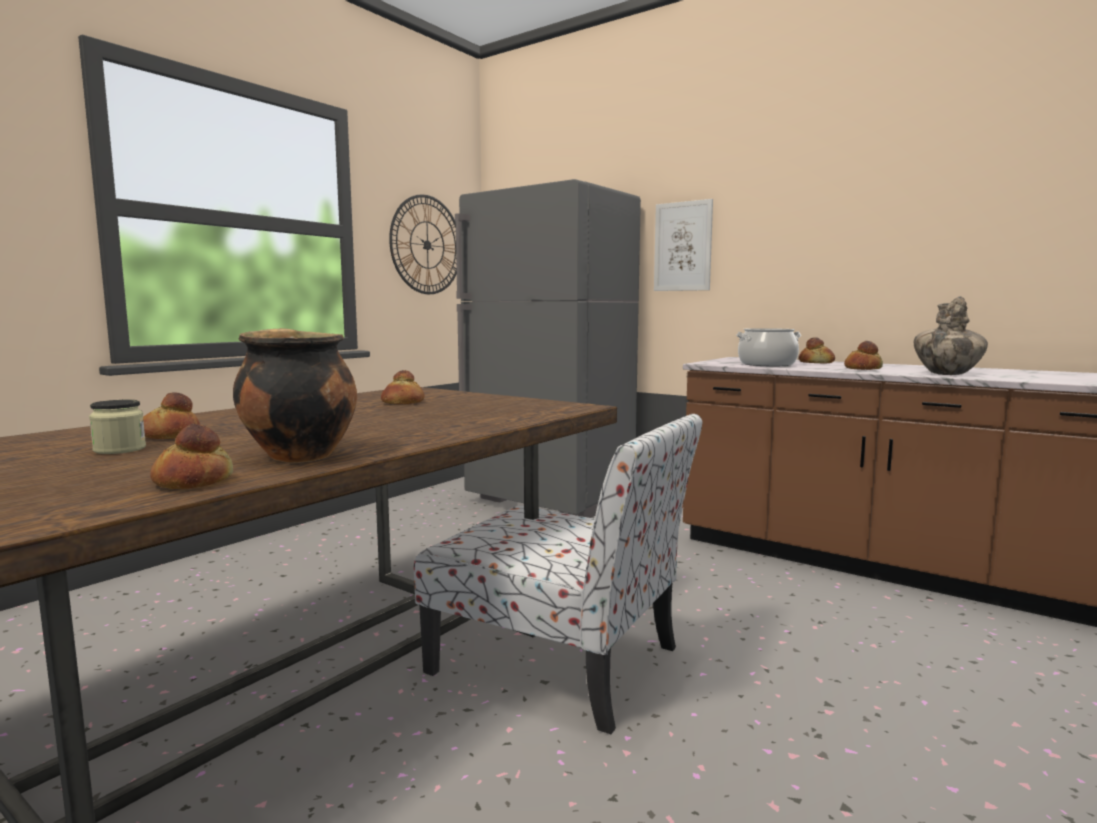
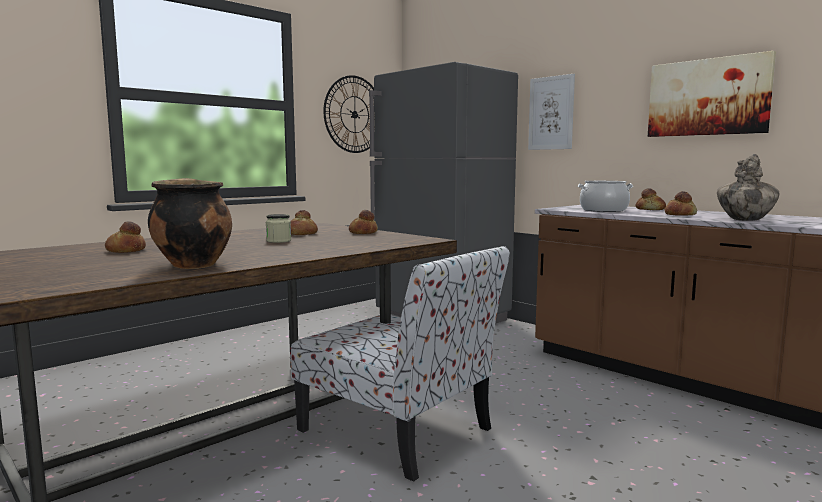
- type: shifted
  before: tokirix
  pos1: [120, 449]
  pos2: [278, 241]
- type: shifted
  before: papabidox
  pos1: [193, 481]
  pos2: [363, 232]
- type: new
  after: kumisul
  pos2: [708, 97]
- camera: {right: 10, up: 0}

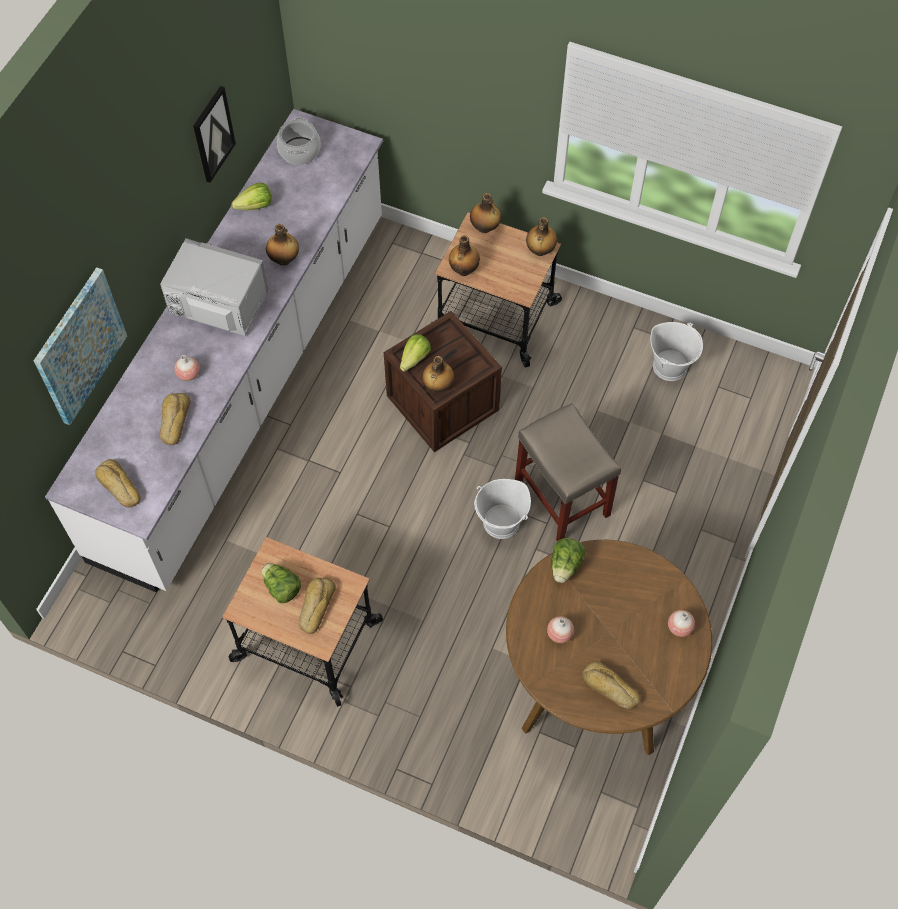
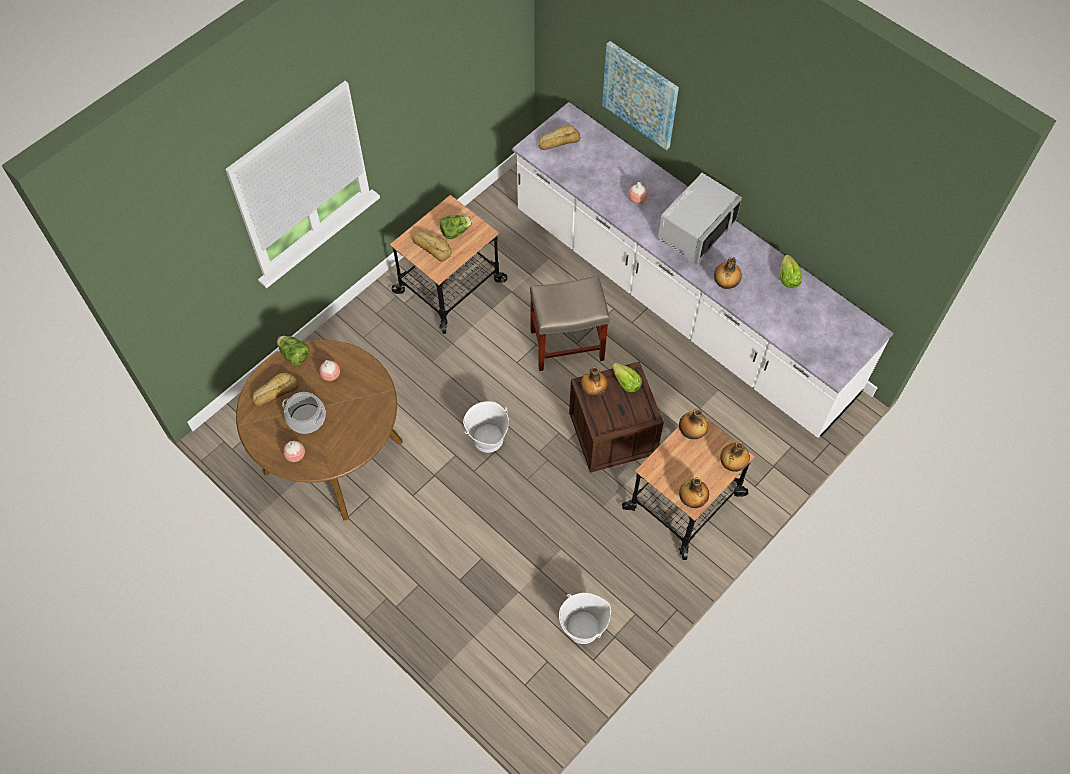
- type: gone
  before: kumisul
  pos1: [212, 134]
- type: shifted
  before: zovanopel
  pos1: [299, 151]
  pos2: [307, 418]
- type: gone
  before: papabidox
  pos1: [174, 421]
- type: shifted
  before: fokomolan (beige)
  pos1: [561, 497]
  pos2: [568, 344]
- type: shifted
  before: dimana
  pos1: [565, 566]
  pos2: [294, 355]
- camera: {right: 110, up: 0}

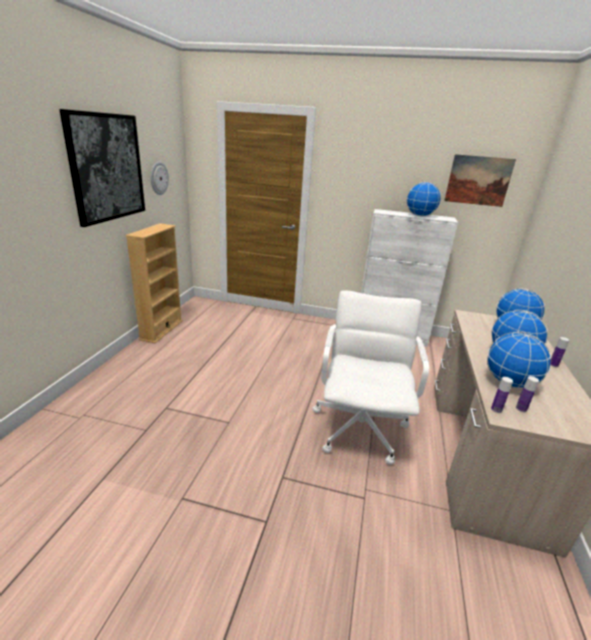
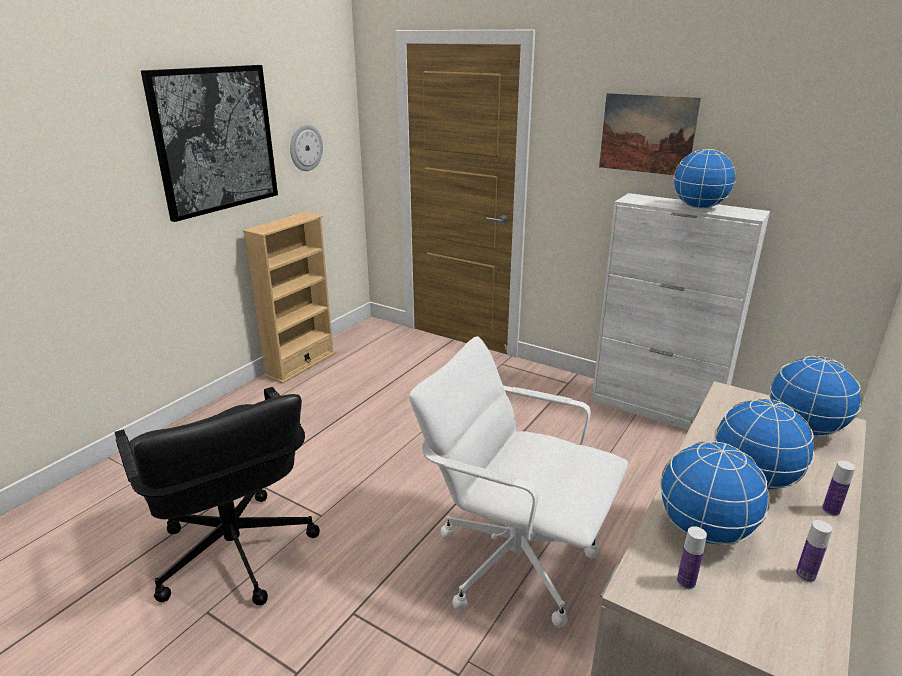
- type: shifted
  before: kumisul
  pos1: [478, 180]
  pos2: [647, 134]
- type: rotated
  before: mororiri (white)
  pos1: [360, 428]
  pos2: [514, 561]
  turn: -90
- type: shifted
  before: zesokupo
  pos1: [496, 409]
  pos2: [805, 575]
- type: new
  after: mororiri (black)
  pos2: [234, 554]
- camera: {right: 20, up: 0}

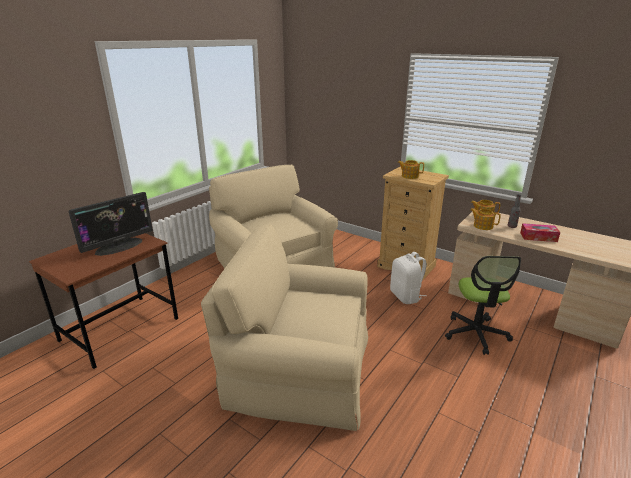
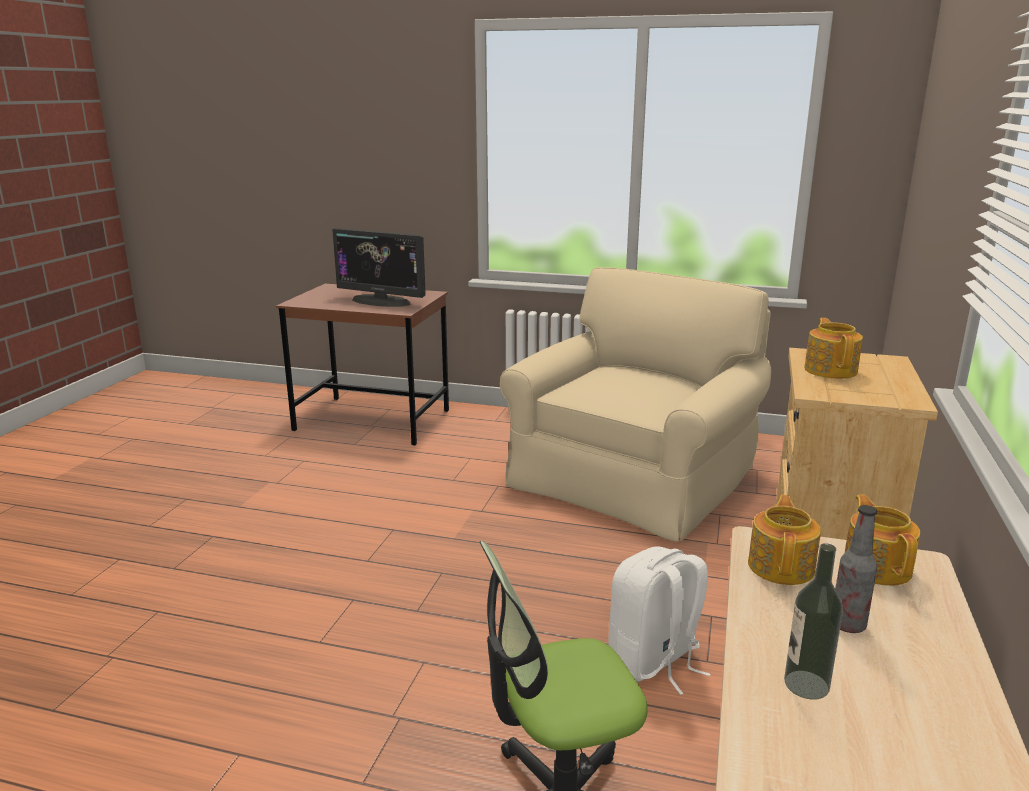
- type: swapped
  before: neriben
  after: zesokupo
  pos1: [538, 237]
  pos2: [806, 684]
- type: gone
  before: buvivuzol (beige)
  pos1: [298, 369]
- camera: {right: 70, up: -5}

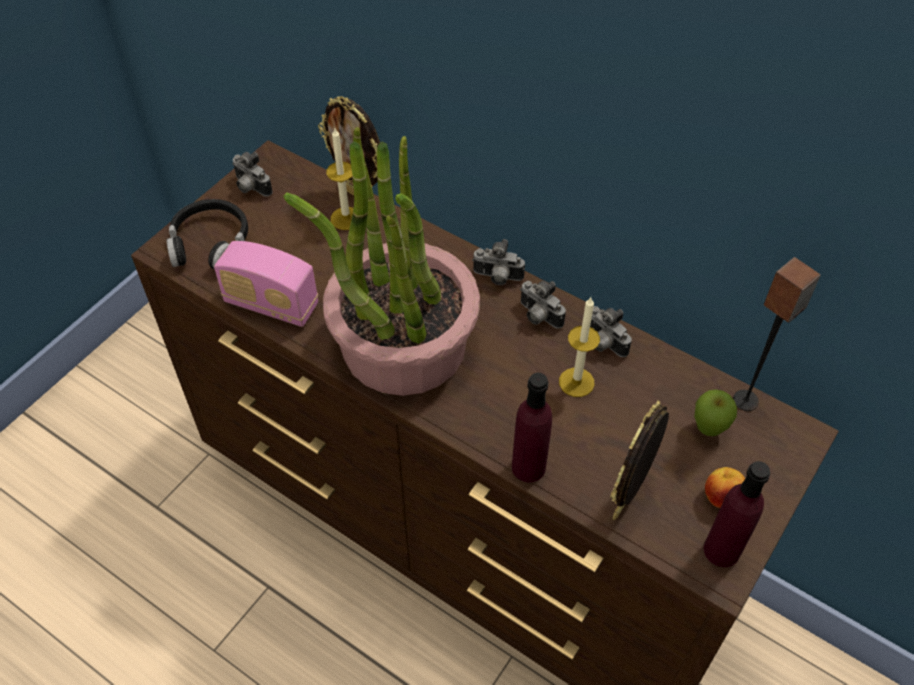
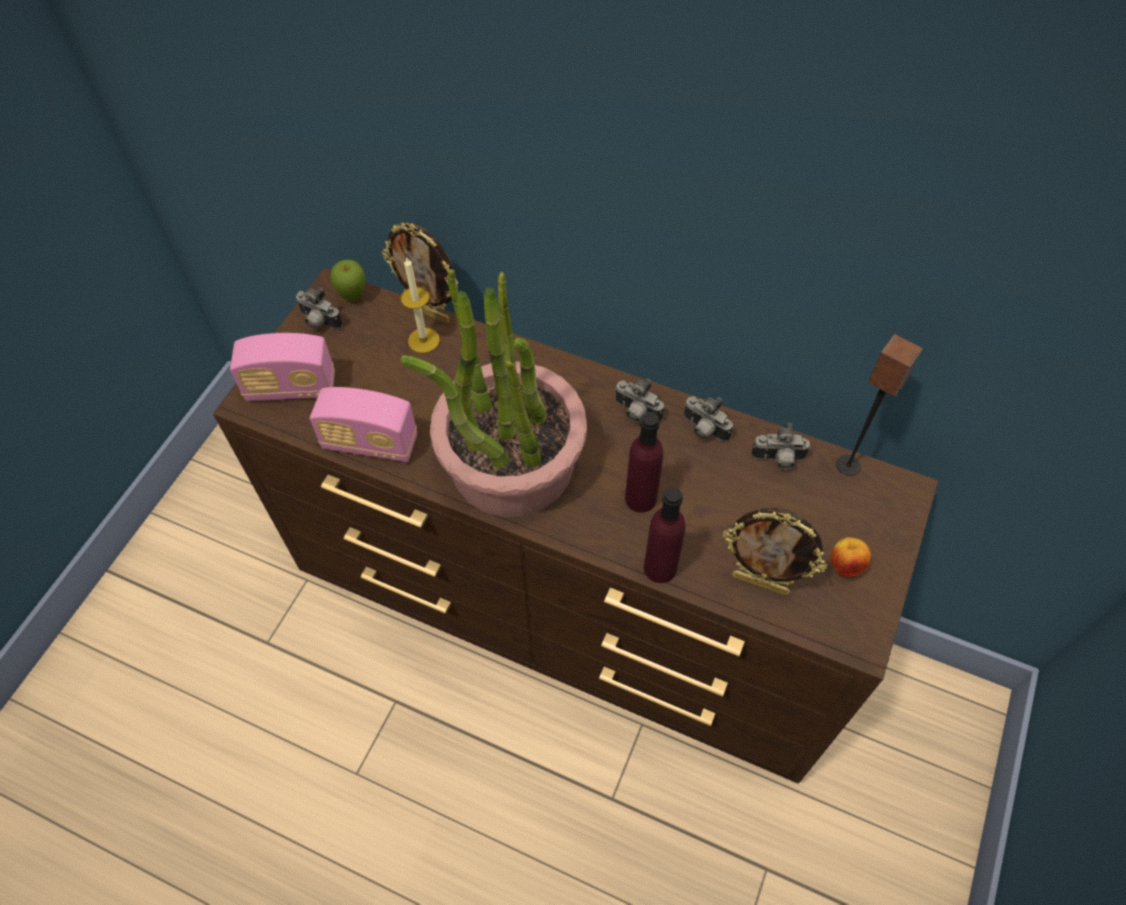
- type: swapped
  before: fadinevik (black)
  after: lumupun
  pos1: [210, 243]
  pos2: [291, 388]
- type: shifted
  before: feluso
  pos1: [497, 278]
  pos2: [778, 460]
- type: gone
  before: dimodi
  pos1: [576, 382]
- type: shifted
  before: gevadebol
  pos1: [708, 430]
  pos2: [353, 297]
- type: rotated
  before: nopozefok
  pos1: [628, 499]
  pos2: [760, 583]
  turn: -90
- type: shifted
  before: zesokupo (purple)
  pos1: [721, 550]
  pos2: [641, 498]
- camera: {right: -10, up: 5}

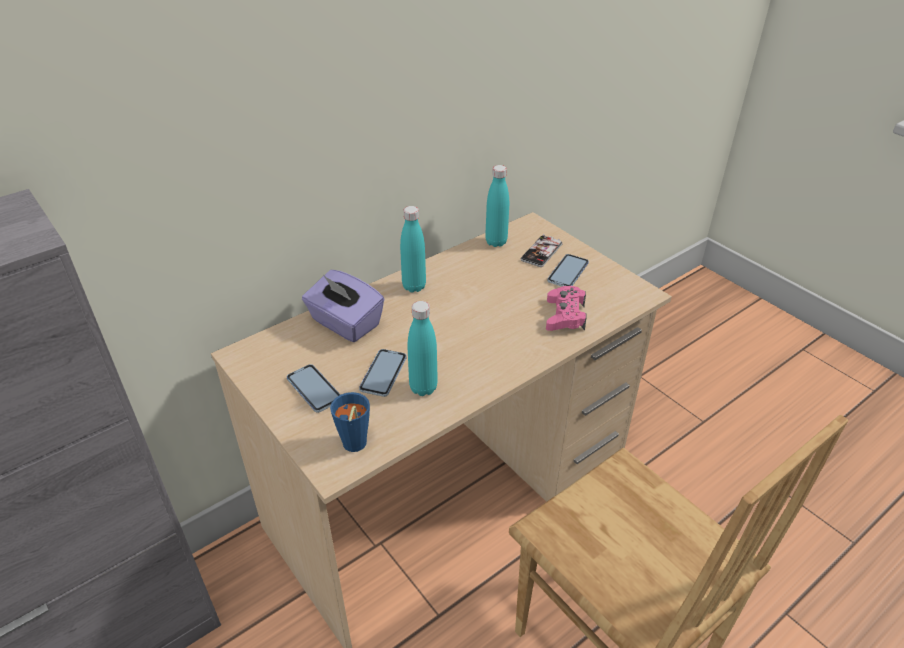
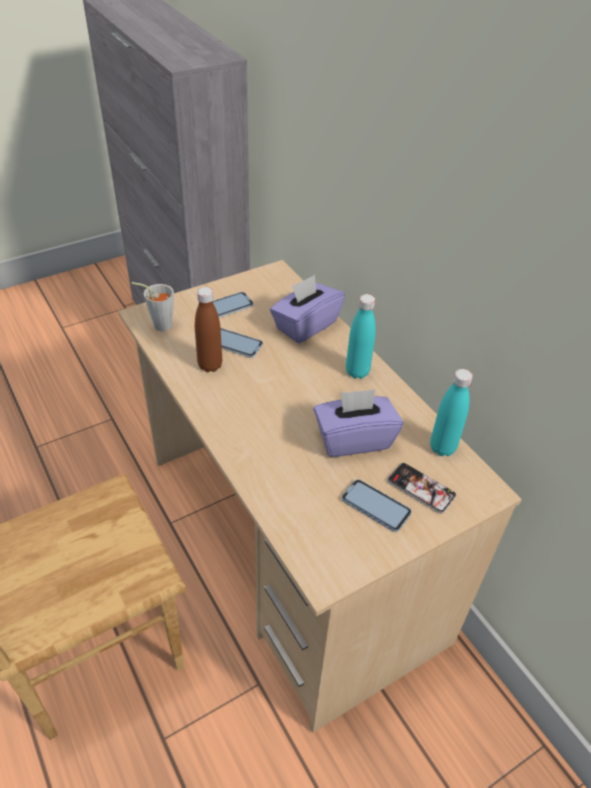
- type: gone
  before: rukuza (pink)
  pos1: [565, 315]
- type: repainted
  before: zesokupo (turquoise)
  after: zesokupo (brown)
  pos1: [423, 388]
  pos2: [210, 365]
- type: repainted
  before: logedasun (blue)
  after: logedasun (grey)
  pos1: [353, 447]
  pos2: [158, 324]
- type: new
  after: neriben (purple)
  pos2: [353, 439]
- camera: {right: 95, up: 5}

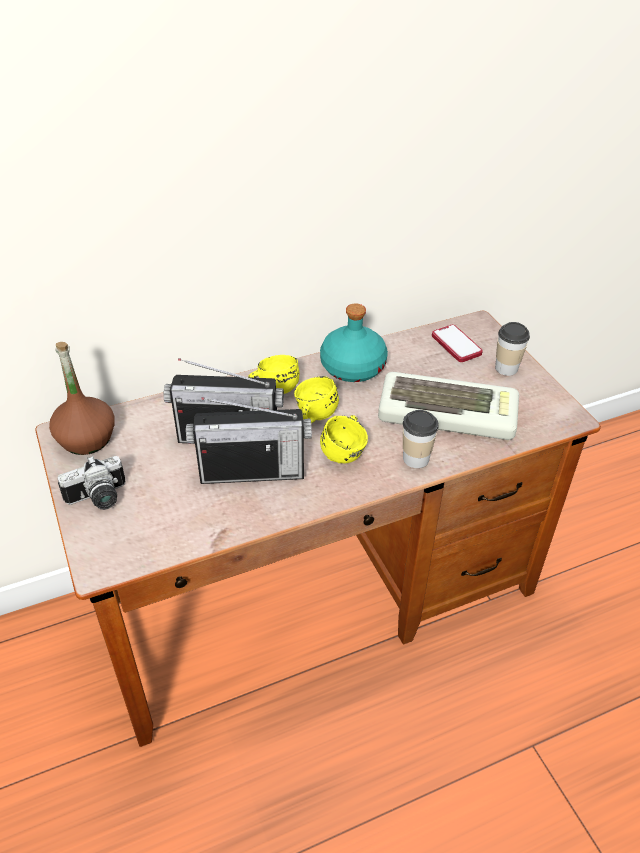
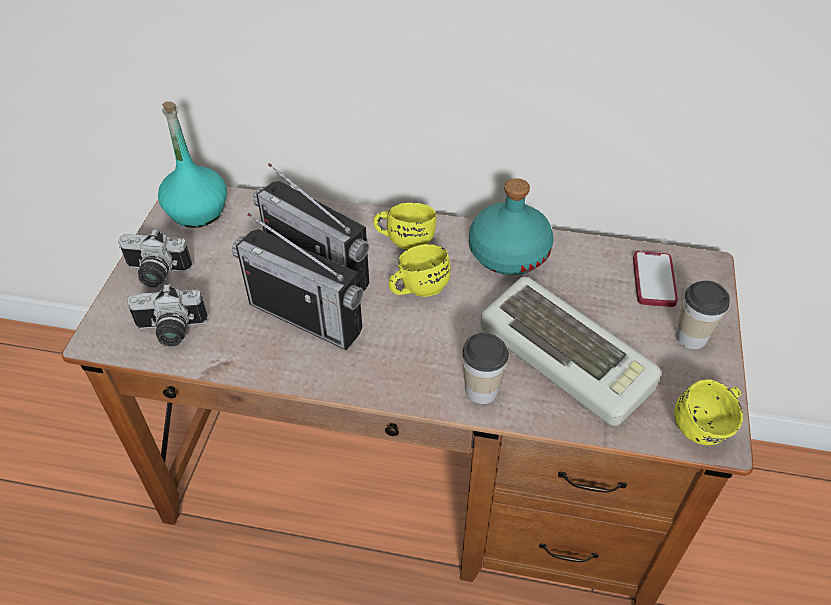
- type: repainted
  before: zesokupo (brown)
  after: zesokupo (turquoise)
  pos1: [86, 439]
  pos2: [198, 211]
- type: shifted
  before: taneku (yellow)
  pos1: [346, 452]
  pos2: [706, 427]
- type: new
  after: feluso
  pos2: [170, 331]
- camera: {right: 35, up: 5}

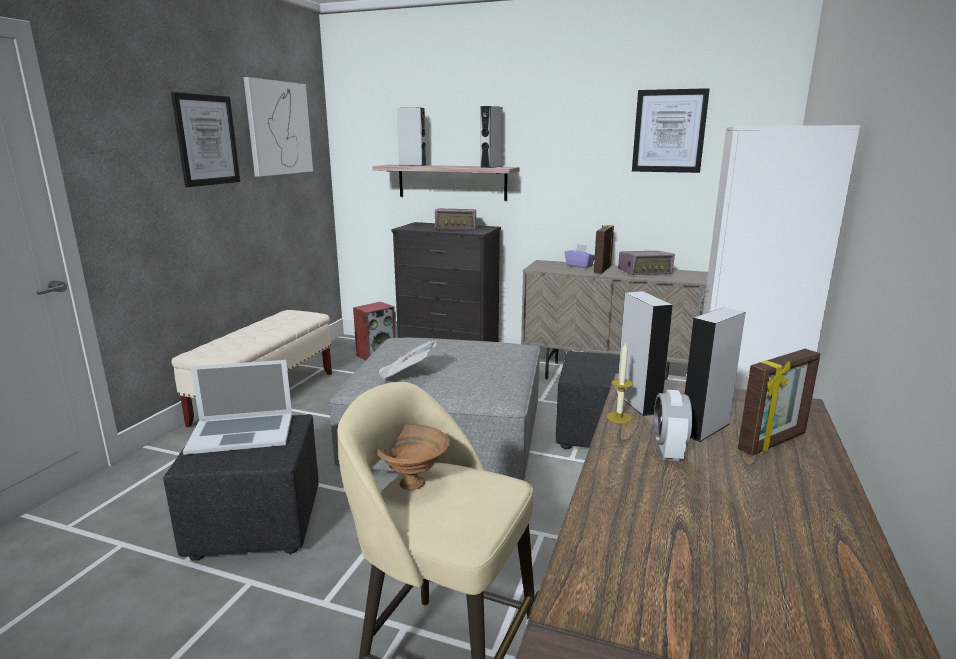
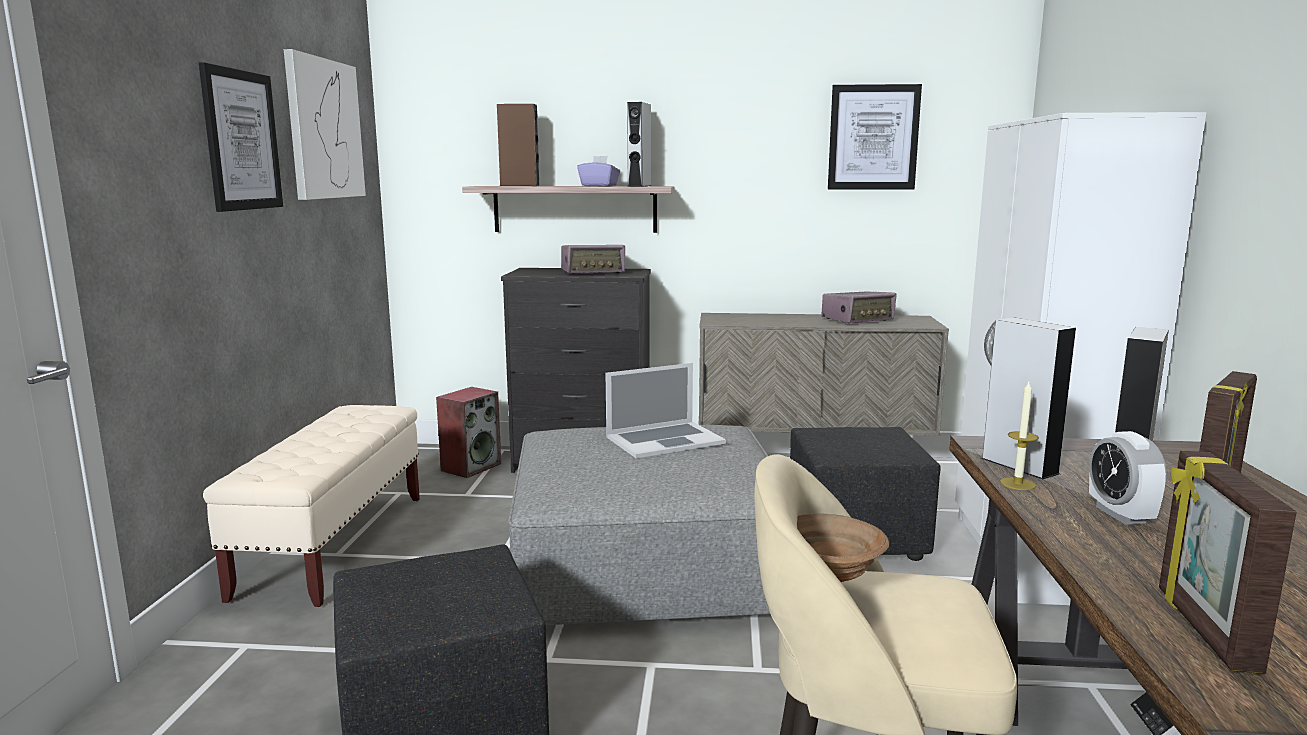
- type: repainted
  before: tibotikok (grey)
  after: tibotikok (brown)
  pos1: [412, 165]
  pos2: [519, 185]
- type: shifted
  before: nopozefok
  pos1: [601, 270]
  pos2: [1203, 629]
- type: shifted
  before: neriben (purple)
  pos1: [579, 266]
  pos2: [599, 186]
- type: gone
  before: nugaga
  pos1: [406, 375]
- type: shifted
  before: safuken
  pos1: [241, 432]
  pos2: [664, 440]
- camera: {right: -15, up: -5}

